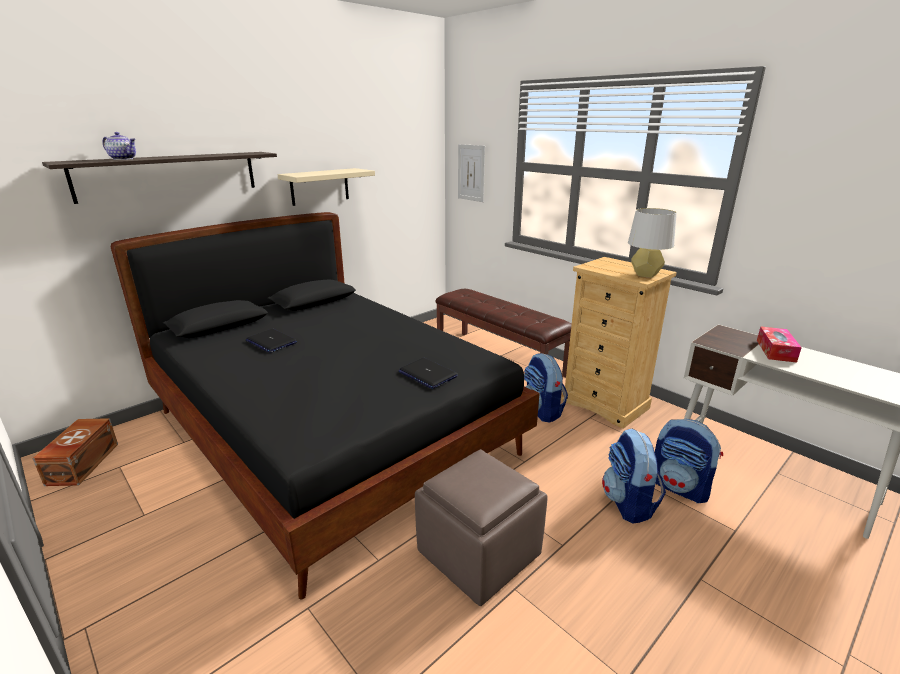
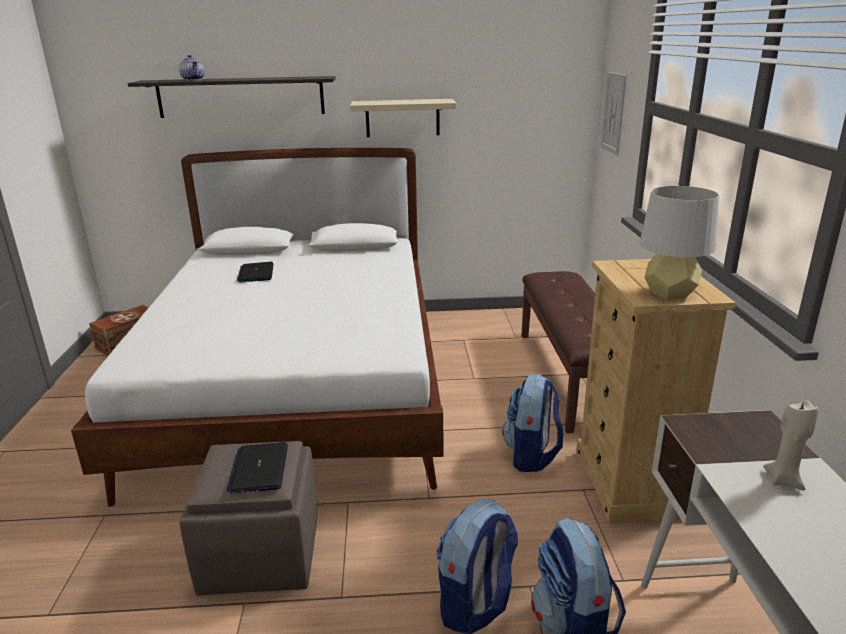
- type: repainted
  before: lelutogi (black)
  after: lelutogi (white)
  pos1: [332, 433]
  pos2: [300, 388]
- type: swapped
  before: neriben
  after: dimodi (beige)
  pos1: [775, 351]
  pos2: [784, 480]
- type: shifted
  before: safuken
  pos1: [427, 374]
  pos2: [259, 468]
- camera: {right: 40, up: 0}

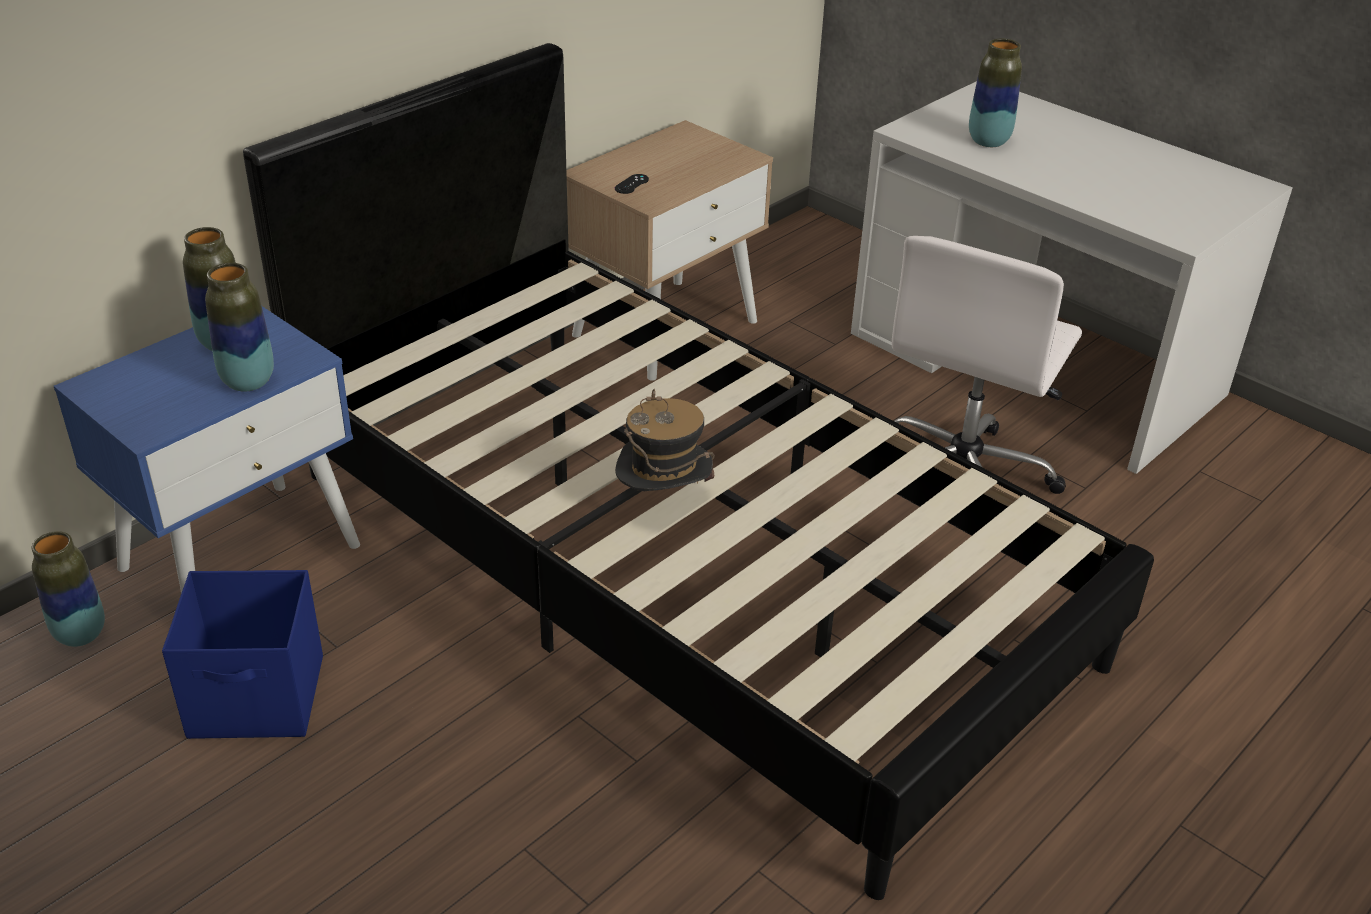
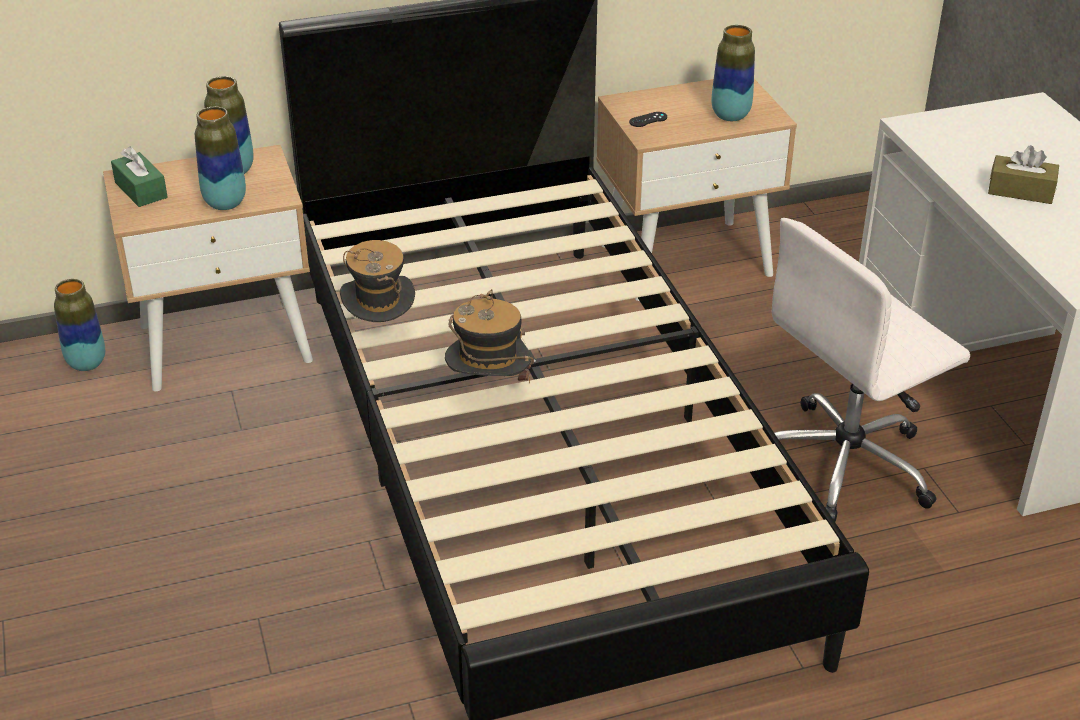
- type: shifted
  before: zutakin
  pos1: [988, 141]
  pos2: [730, 115]
- type: repainted
  before: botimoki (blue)
  after: botimoki (beige)
  pos1: [241, 555]
  pos2: [226, 342]
- type: gone
  before: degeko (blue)
  pos1: [259, 698]
- type: new
  after: neriben (brown)
  pos2: [1020, 191]
- type: new
  after: neriben (green)
  pos2: [141, 190]
- type: new
  after: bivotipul
  pos2: [380, 330]
- camera: {right: 30, up: 0}

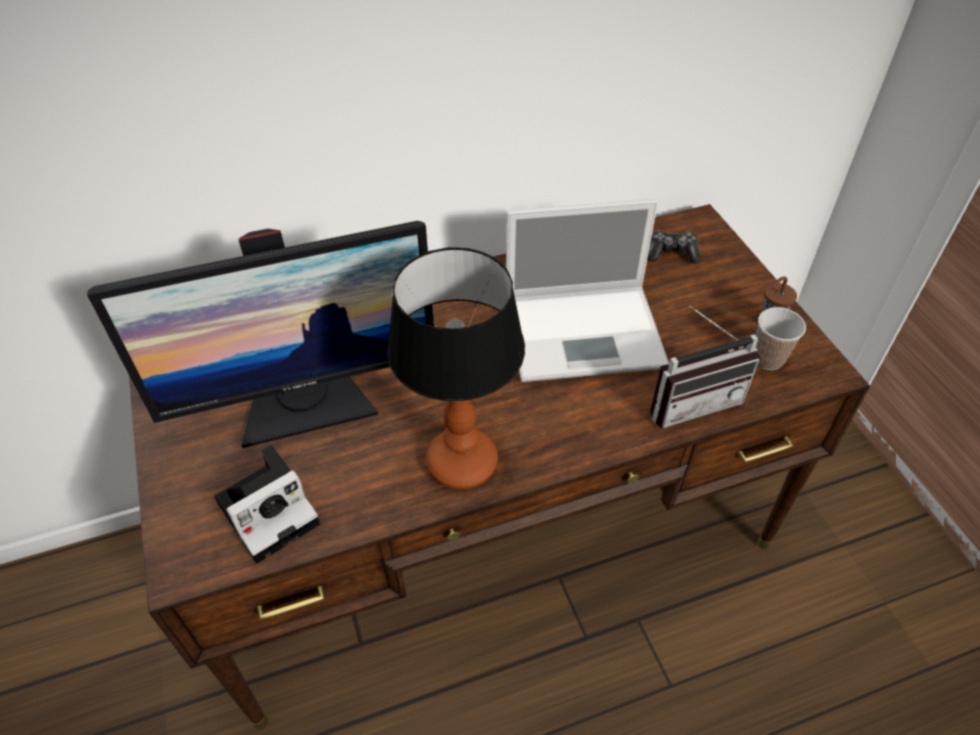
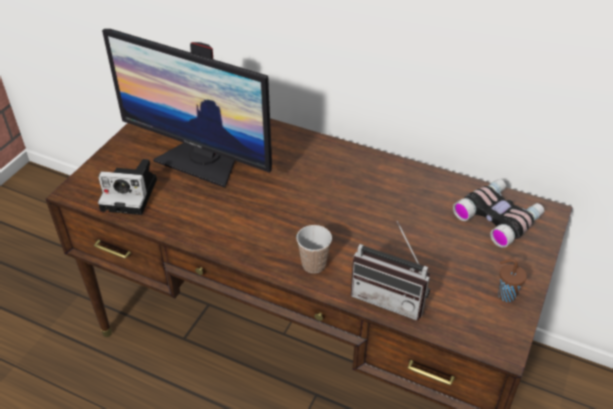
- type: gone
  before: safuken
  pos1: [587, 332]
- type: swapped
  before: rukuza
  after: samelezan
  pos1: [672, 253]
  pos2: [498, 217]
- type: gone
  before: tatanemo
  pos1: [461, 463]
- type: shifted
  before: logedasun
  pos1: [768, 359]
  pos2: [313, 265]
- camera: {right: 45, up: -5}

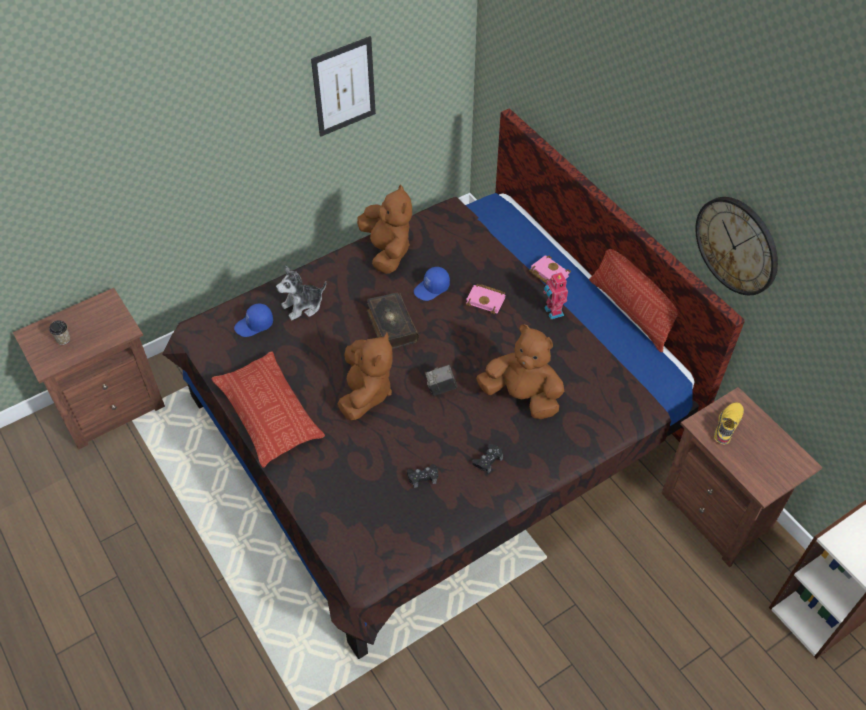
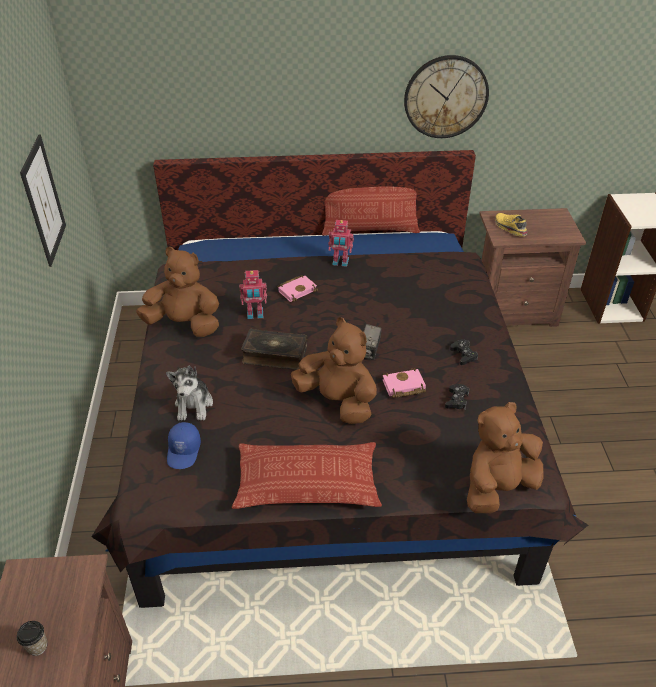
- type: shifted
  before: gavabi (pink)
  pos1: [547, 273]
  pos2: [403, 387]
- type: swapped
  before: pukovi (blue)
  after: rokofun
  pos1: [432, 289]
  pos2: [255, 315]
- type: shifted
  before: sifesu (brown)
  pos1: [522, 396]
  pos2: [497, 487]
- camera: {right: -60, up: -10}

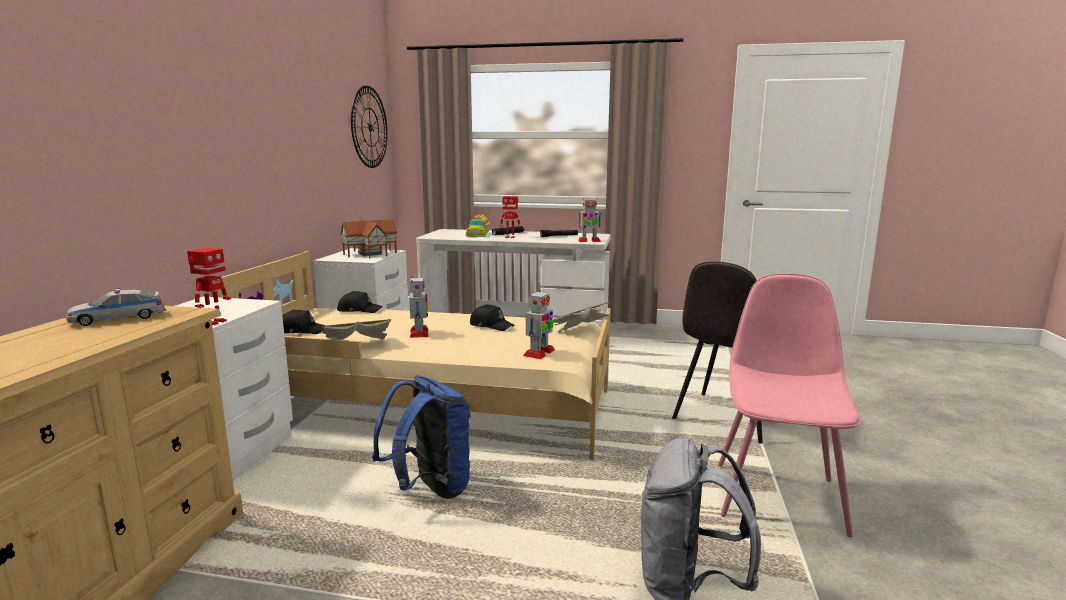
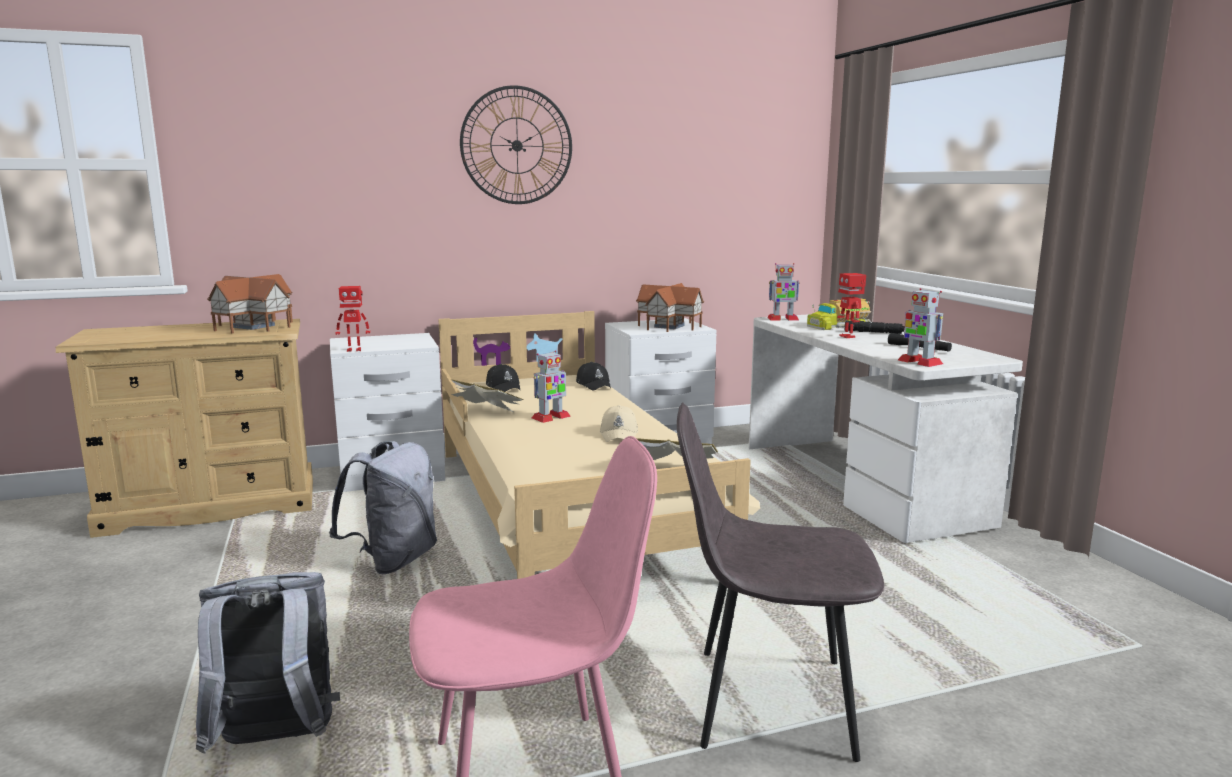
- type: shifted
  before: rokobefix
  pos1: [369, 127]
  pos2: [517, 145]
- type: swapped
  before: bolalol
  after: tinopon
  pos1: [118, 318]
  pos2: [254, 326]
- type: shifted
  before: rokofun
  pos1: [539, 353]
  pos2: [782, 319]
- type: repainted
  before: pukovi (black)
  after: pukovi (beige)
  pos1: [491, 325]
  pos2: [619, 434]
- type: repainted
  before: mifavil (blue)
  after: mifavil (grey)
  pos1: [429, 489]
  pos2: [393, 560]
- camera: {right: 60, up: 0}

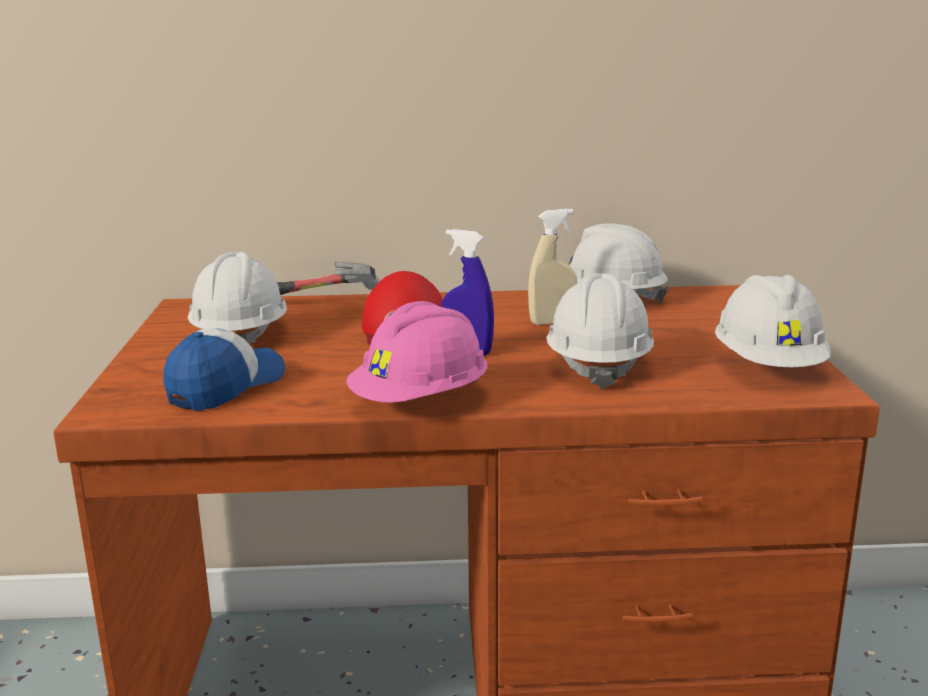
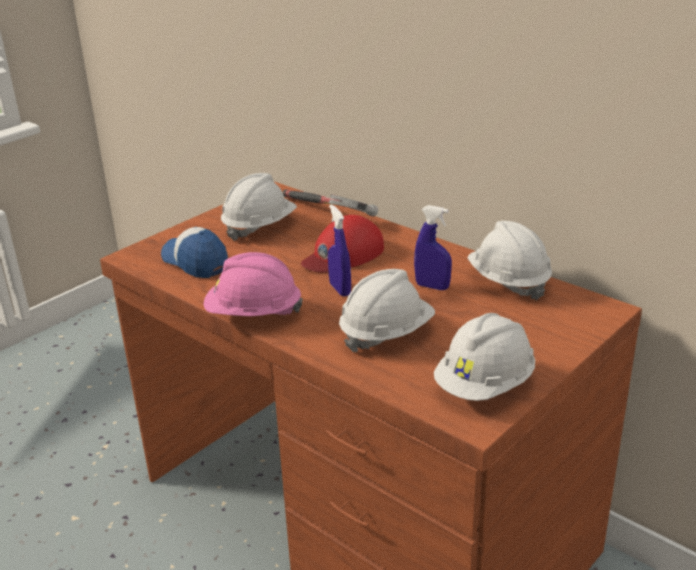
- type: repainted
  before: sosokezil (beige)
  after: sosokezil (blue)
  pos1: [552, 322]
  pos2: [432, 286]
- type: rotated
  before: pukovi
  pos1: [226, 387]
  pos2: [195, 262]
  turn: -120
- camera: {right: 45, up: 10}

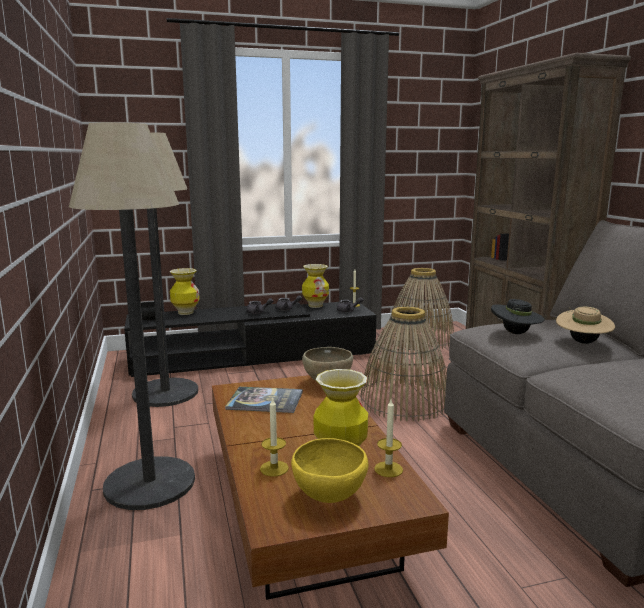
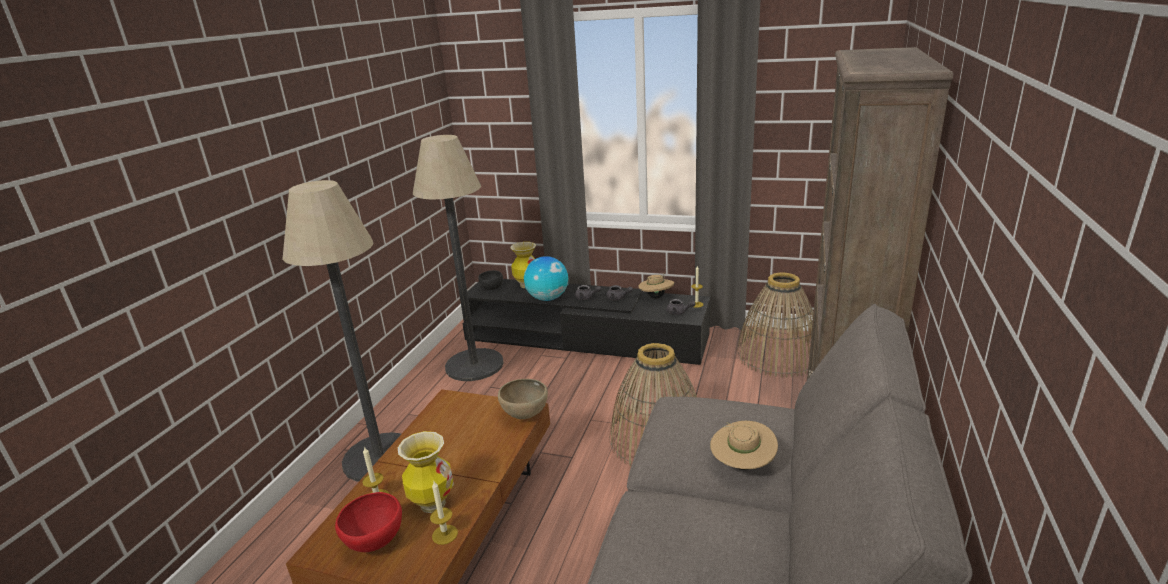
- type: swapped
  before: zutakin
  after: bivotipul (beige)
  pos1: [315, 305]
  pos2: [656, 297]
- type: gone
  before: bivotipul (black)
  pos1: [515, 333]
- type: gone
  before: gavabi
  pos1: [265, 401]
- type: repainted
  before: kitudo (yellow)
  after: kitudo (red)
  pos1: [329, 497]
  pos2: [375, 542]
- type: new
  after: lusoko
  pos2: [548, 298]
- camera: {right: 35, up: 10}

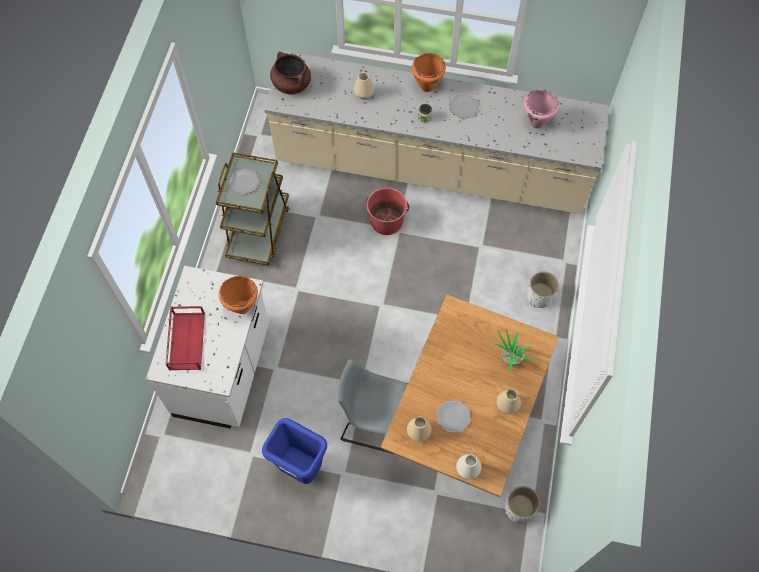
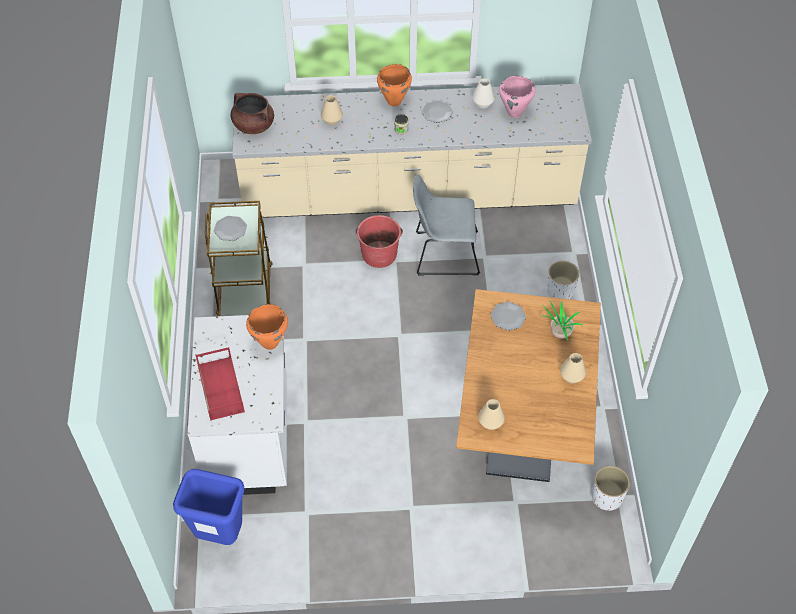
- type: shifted
  before: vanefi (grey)
  pos1: [374, 420]
  pos2: [443, 253]
- type: shifted
  before: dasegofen
  pos1: [453, 416]
  pos2: [508, 317]
- type: shifted
  before: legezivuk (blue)
  pos1: [301, 468]
  pos2: [220, 535]
- type: shifted
  before: zutakin (white)
  pos1: [467, 469]
  pos2: [482, 103]
- camera: {right: -15, up: -10}

